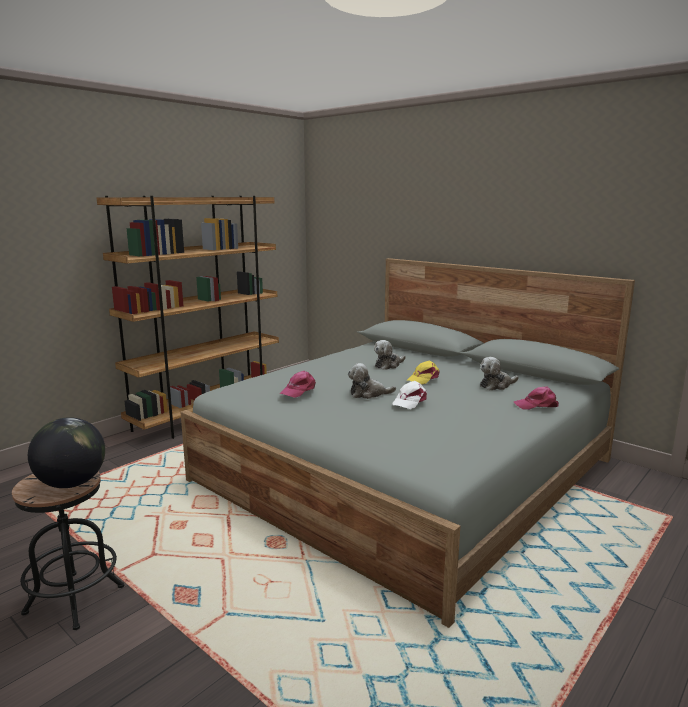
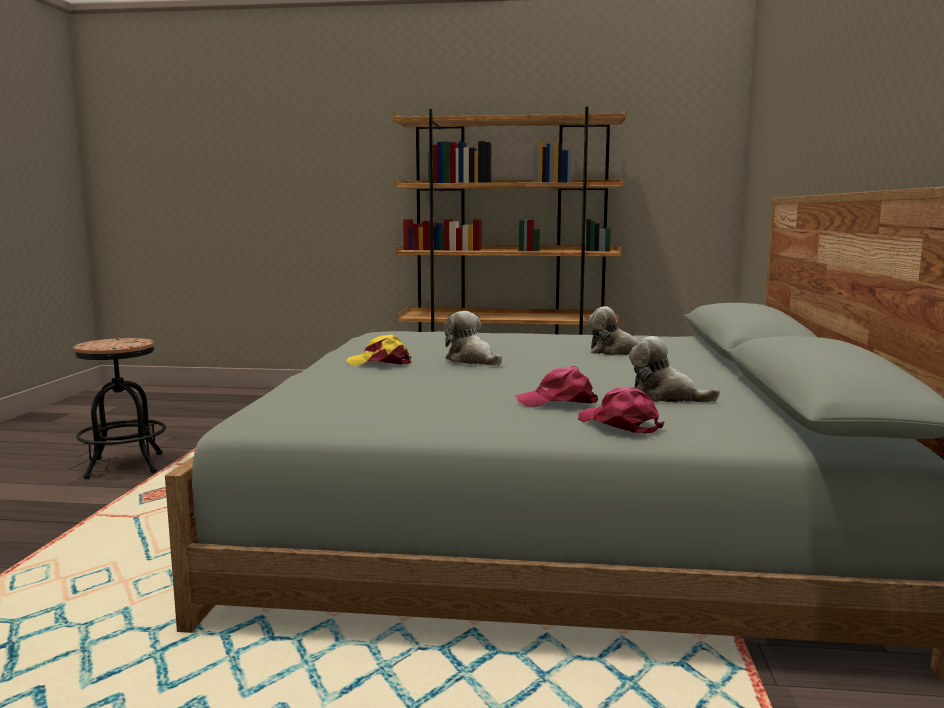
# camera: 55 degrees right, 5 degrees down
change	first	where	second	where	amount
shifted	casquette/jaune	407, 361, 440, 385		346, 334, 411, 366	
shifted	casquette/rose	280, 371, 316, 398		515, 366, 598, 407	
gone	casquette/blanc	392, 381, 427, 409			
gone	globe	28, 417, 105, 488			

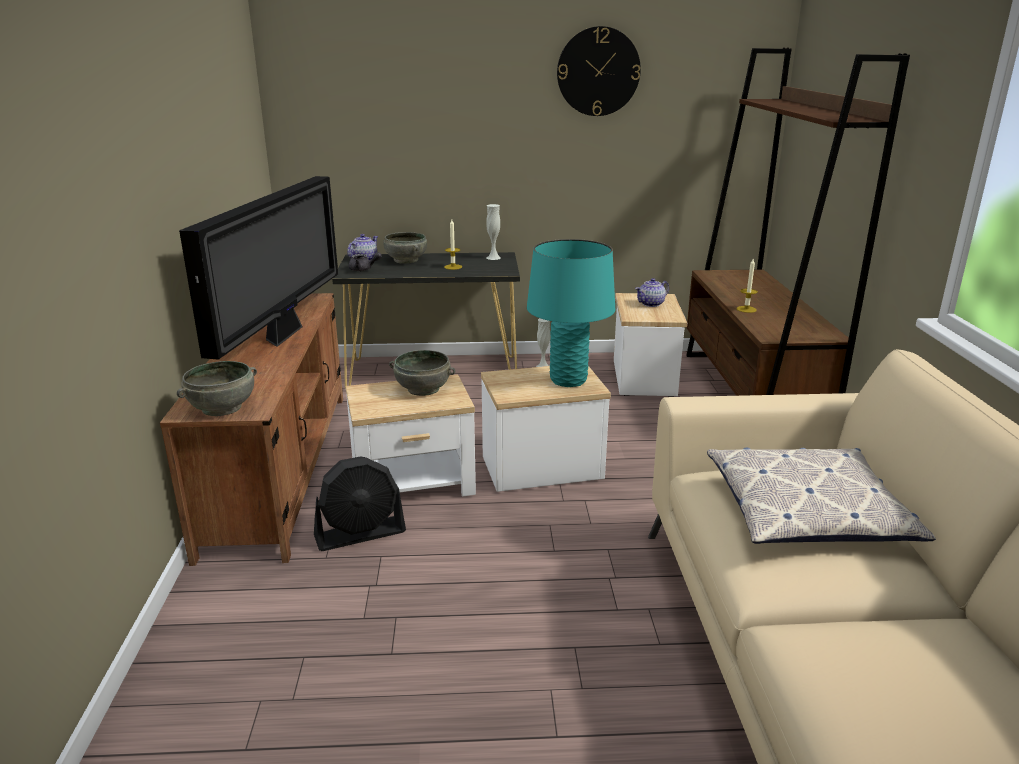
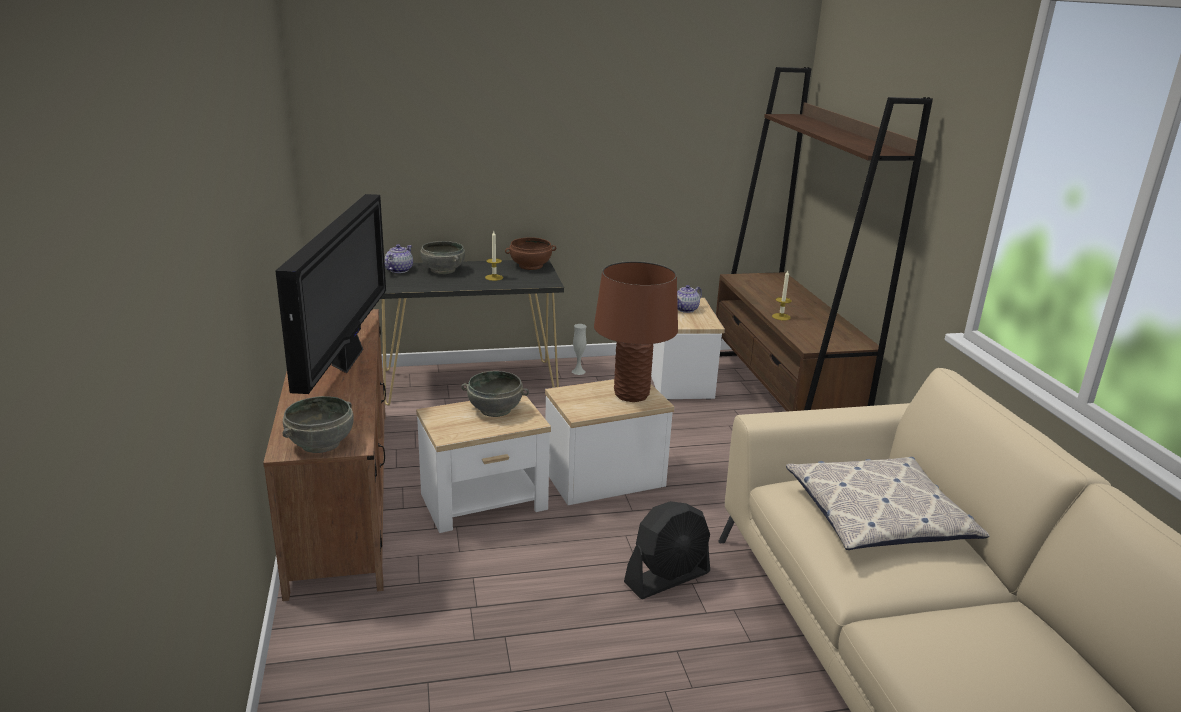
# camera: 10 degrees left, 0 degrees up
change	first	where	second	where	amount
gone	horloge murale	557, 26, 641, 116			
swapped	vase/blanc	486, 204, 501, 260	bol/marron	505, 237, 556, 270	
repainted	lampe de table/turquoise	527, 239, 615, 387	lampe de table/marron	594, 261, 678, 402	
gone	théière/gris	348, 252, 382, 271			
shifted	ventilateur/noir	314, 456, 406, 551		624, 501, 710, 599	

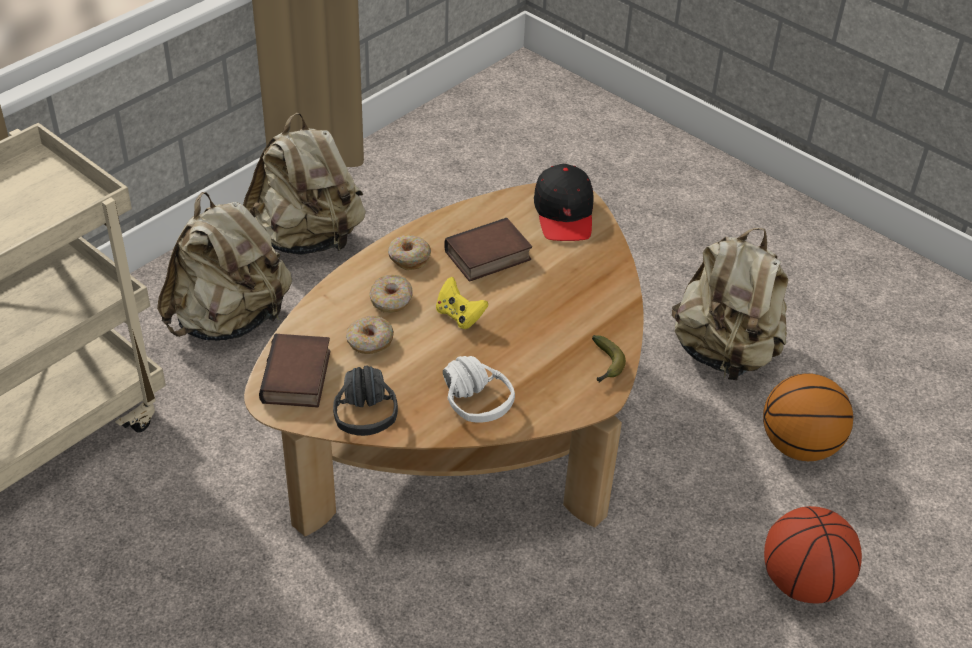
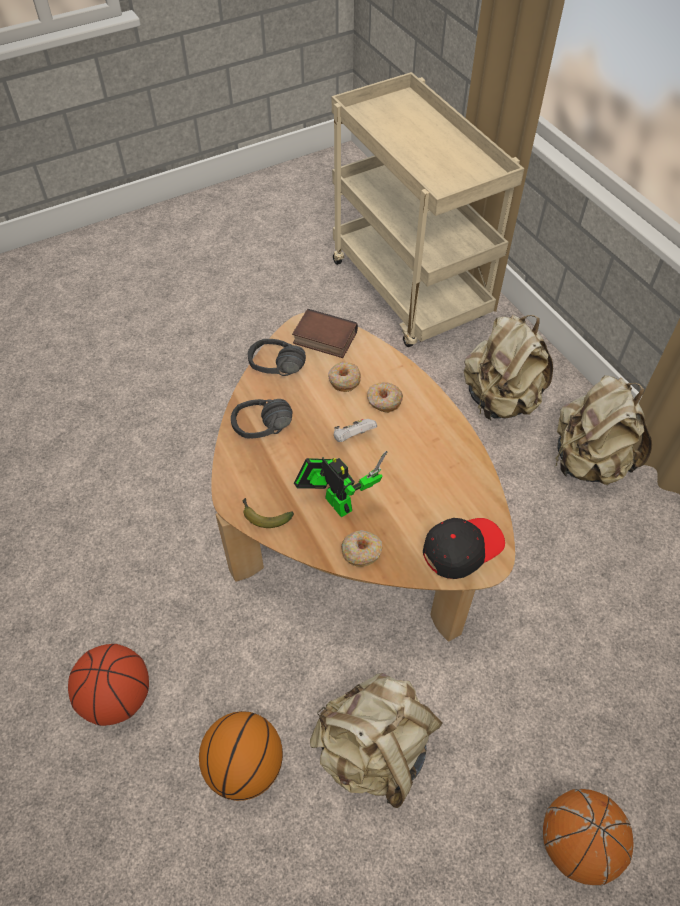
# camera: 110 degrees right, 10 degrees up
change	first	where	second	where	amount
rotated	casquette/noir	534, 164, 594, 241		423, 518, 505, 579	135 degrees clockwise
gone	livre	444, 218, 532, 282			
shifted	beignet	388, 235, 431, 270		341, 530, 382, 567	
repainted	manette/jaune	436, 277, 488, 329	manette/blanc	334, 419, 377, 442	
repainted	casque audio/blanc	443, 356, 515, 423	casque audio/noir	231, 399, 293, 438	
new			robot jouet	294, 451, 388, 517	
new			ballon de basket	543, 789, 634, 885	

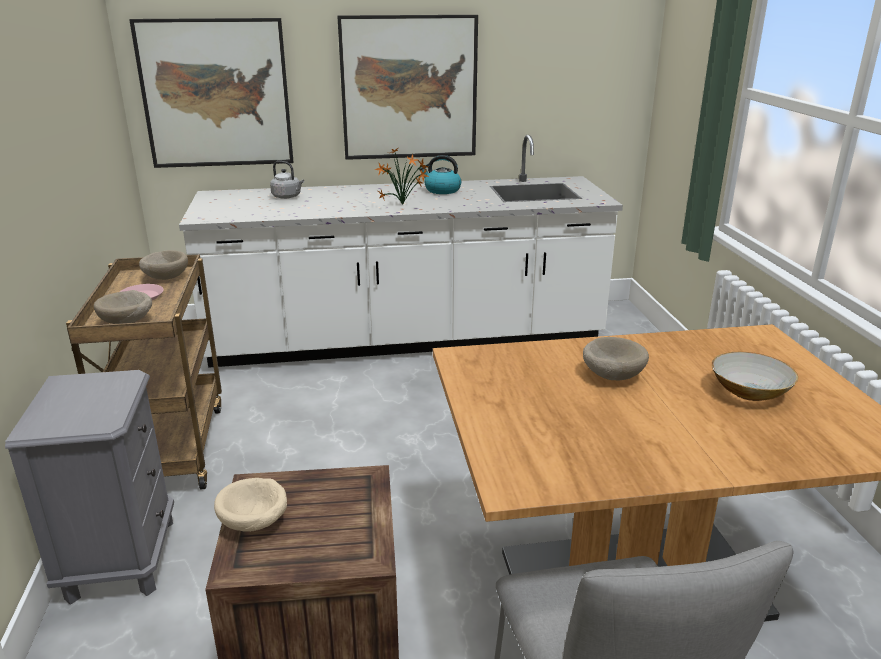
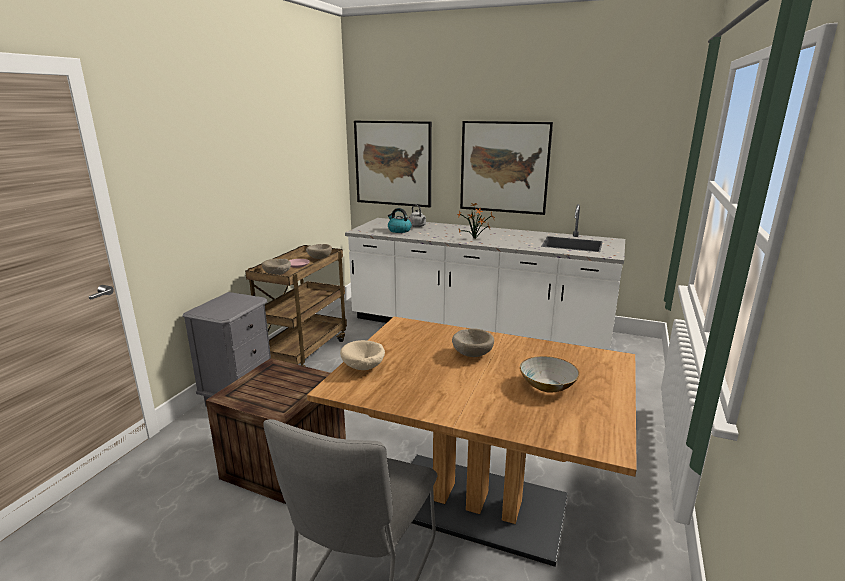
# camera: 30 degrees right, 5 degrees down
change	first	where	second	where	amount
shifted	bouilloire	419, 155, 461, 194		388, 208, 412, 233	
shifted	bol/beige	214, 478, 287, 532		340, 340, 385, 370	

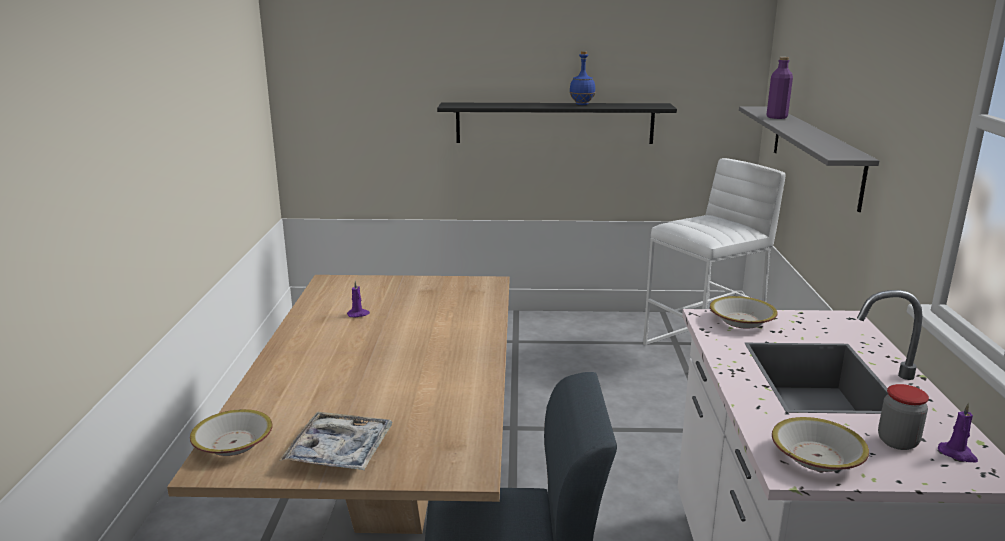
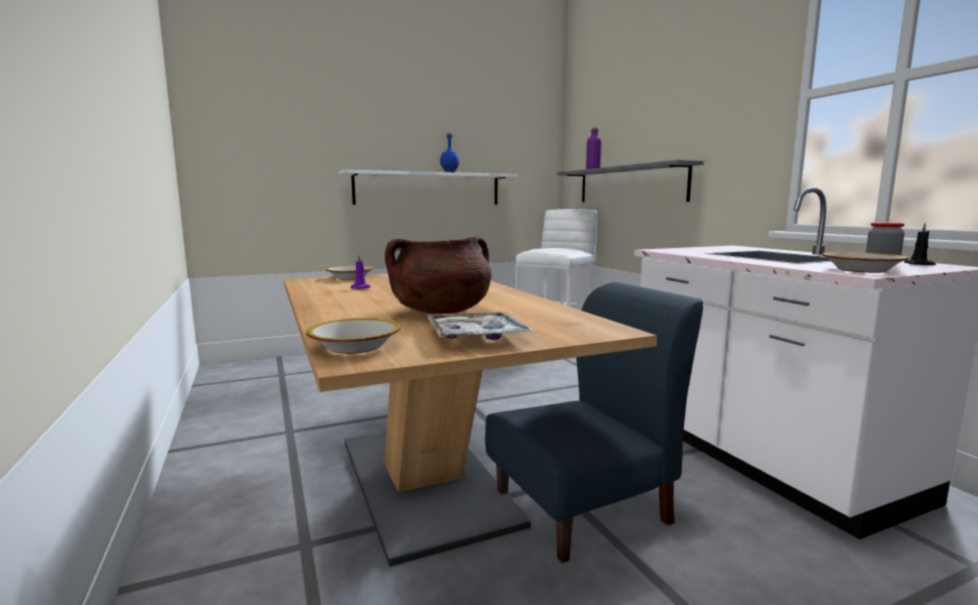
# camera: 25 degrees left, 10 degrees down
change	first	where	second	where	amount
repainted	étagère/noir	437, 103, 677, 144	étagère/blanc	339, 170, 518, 205	
shifted	bol	710, 296, 777, 329		326, 265, 374, 280	
repainted	bougie/violet	938, 403, 978, 462	bougie/noir	904, 223, 936, 265	
new			marmite/marron	385, 236, 492, 314	

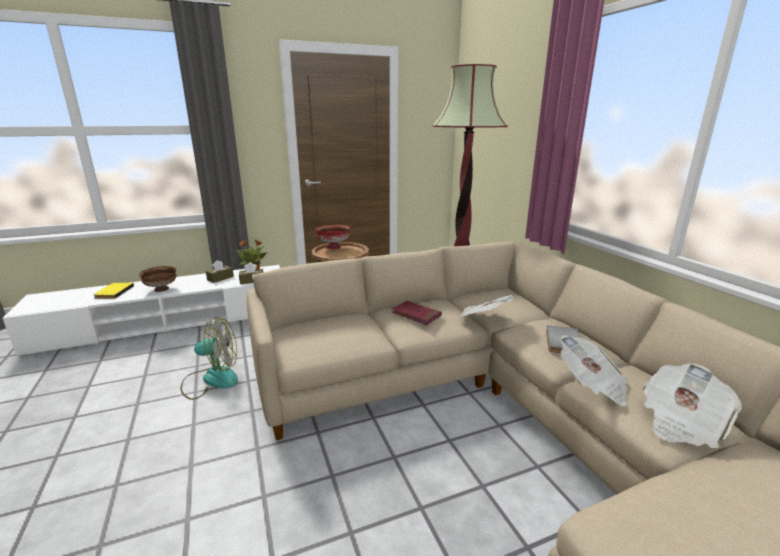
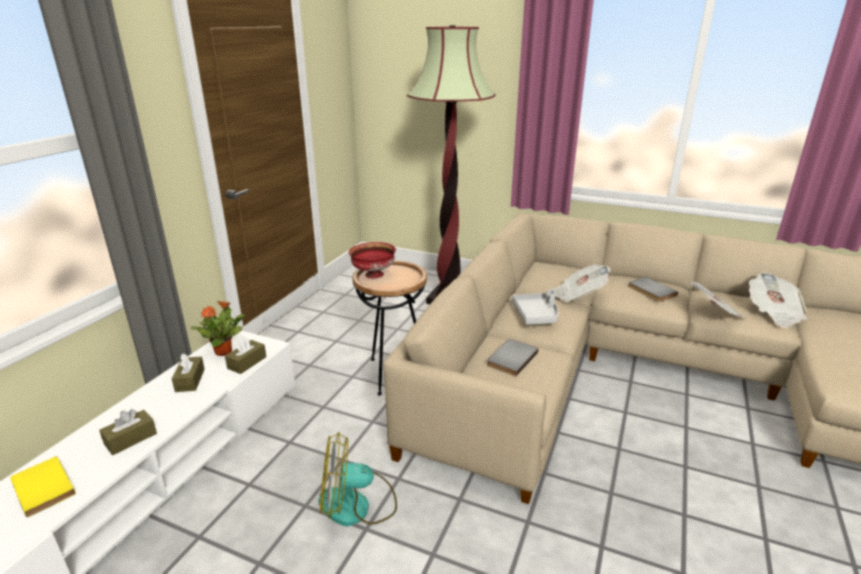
# camera: 45 degrees left, 5 degrees up
change	first	where	second	where	amount
swapped	bol/marron	139, 266, 177, 292	boîte à mouchoirs/marron	99, 409, 157, 455	
swapped	livre/rouge	392, 301, 442, 325	plateau/gris	512, 289, 559, 325	
rotated	ventilateur	181, 317, 238, 400		319, 432, 397, 527	135 degrees counterclockwise
new			livre/gris	487, 339, 538, 376	

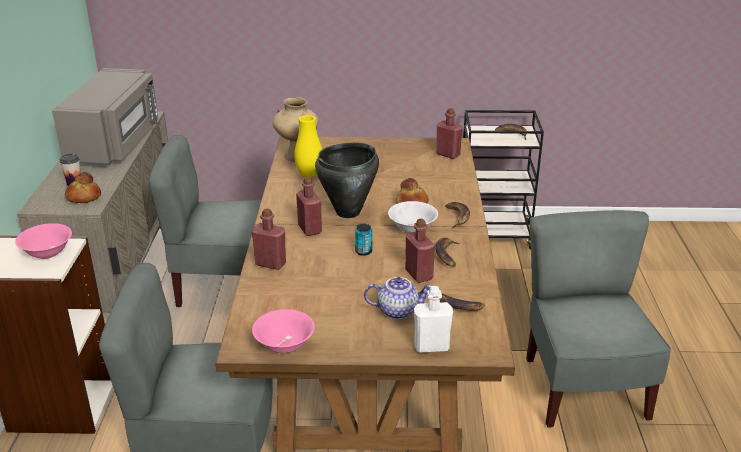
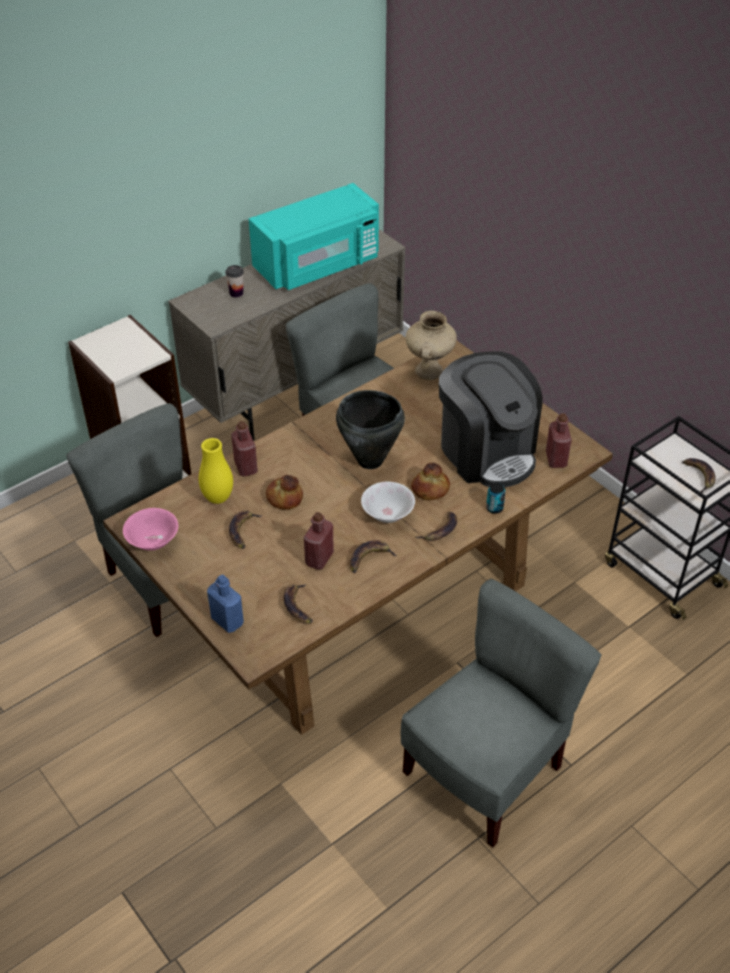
# camera: 50 degrees right, 15 degrees up
change	first	where	second	where	amount
repainted	micro-ondes/gris	52, 68, 158, 165	micro-ondes/turquoise	249, 183, 379, 290	
shifted	vase/jaune	294, 115, 322, 178		199, 438, 233, 504	
shifted	pain	65, 172, 101, 203		266, 475, 303, 510	
gone	bouteille/rouge	296, 177, 322, 236			
gone	bol/rose	15, 223, 72, 259			
shifted	boîte métallique	355, 223, 372, 256		486, 483, 506, 514	
gone	théière	364, 277, 432, 319			
repainted	bouteille/blanc	414, 286, 453, 353	bouteille/bleu	207, 574, 244, 633	
new			machine à café	439, 351, 542, 487	
new			banane	229, 510, 261, 549	

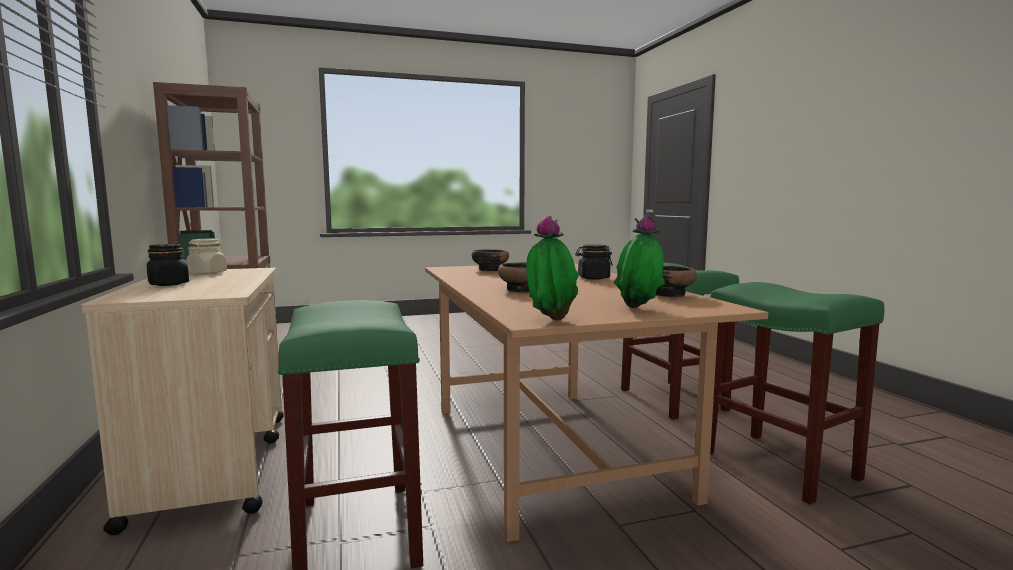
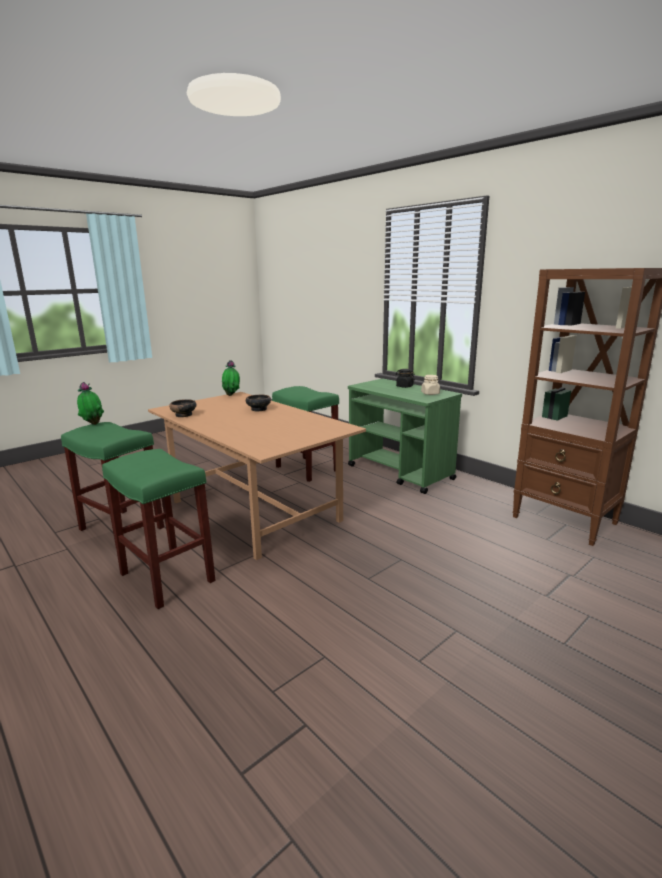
# camera: 155 degrees right, 10 degrees up
change	first	where	second	where	amount
shifted	plante en pot	614, 214, 665, 308		77, 382, 104, 425	
gone	bocal/noir	575, 244, 613, 280			
gone	bol	472, 249, 509, 271			
repainted	chariot/beige	81, 268, 284, 535	chariot/vert	348, 379, 462, 494	

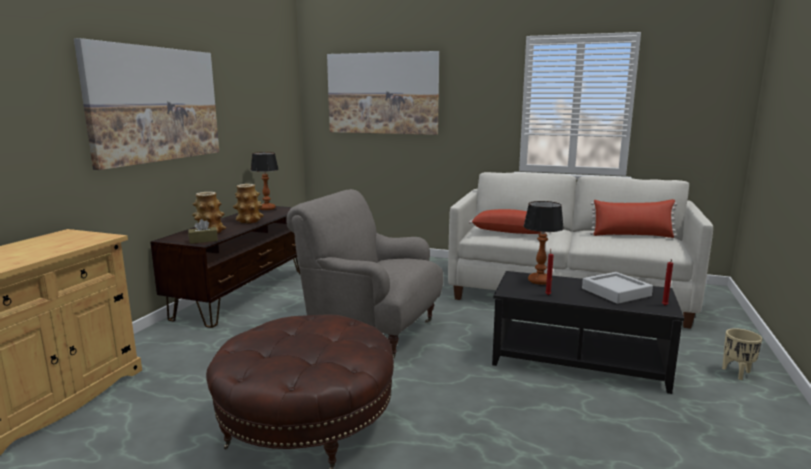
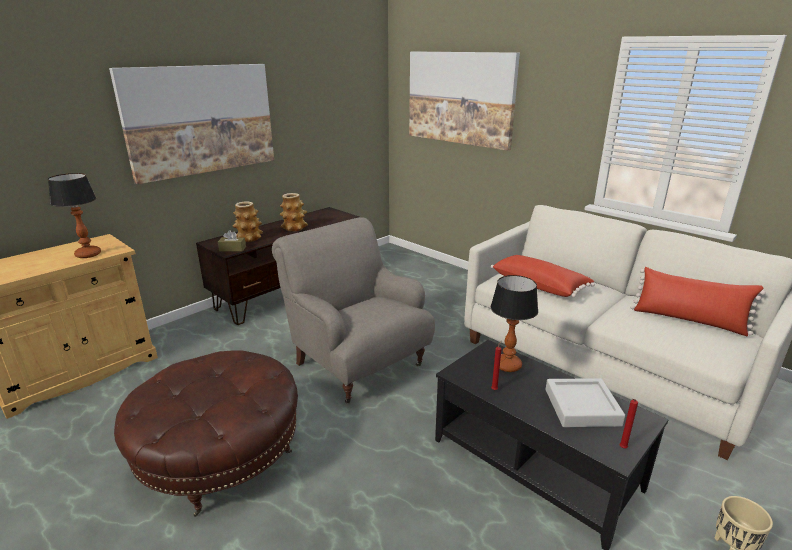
# camera: 25 degrees right, 10 degrees up
change	first	where	second	where	amount
shifted	lampe de table	250, 152, 279, 210		48, 173, 101, 258	

